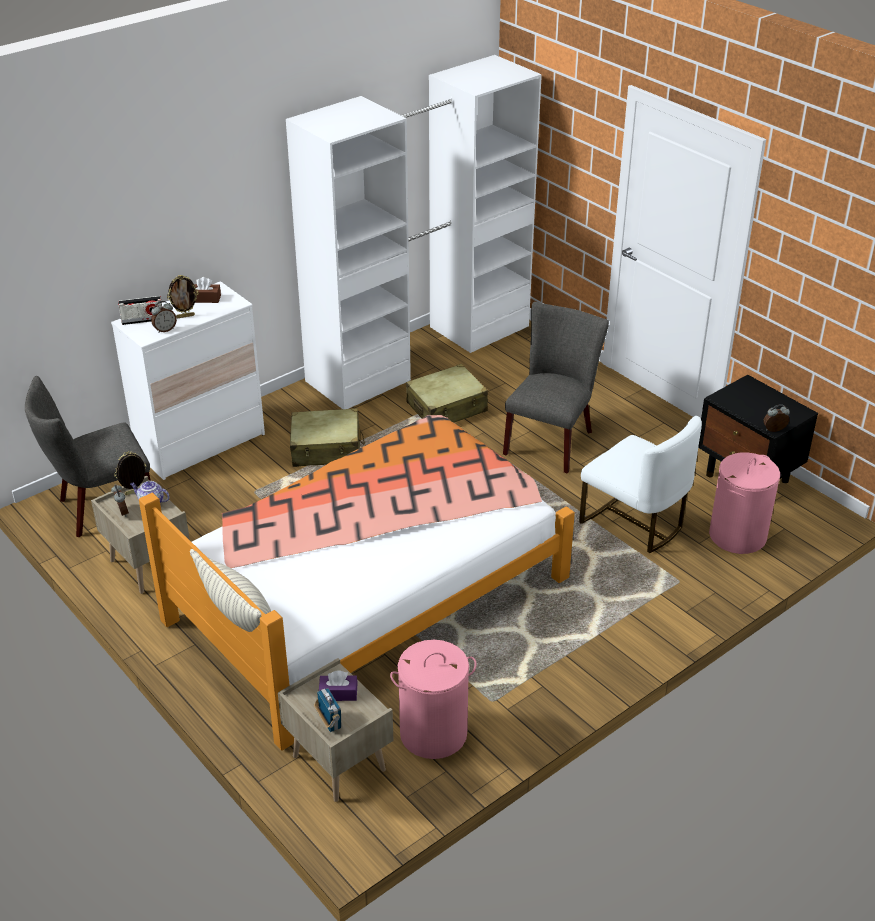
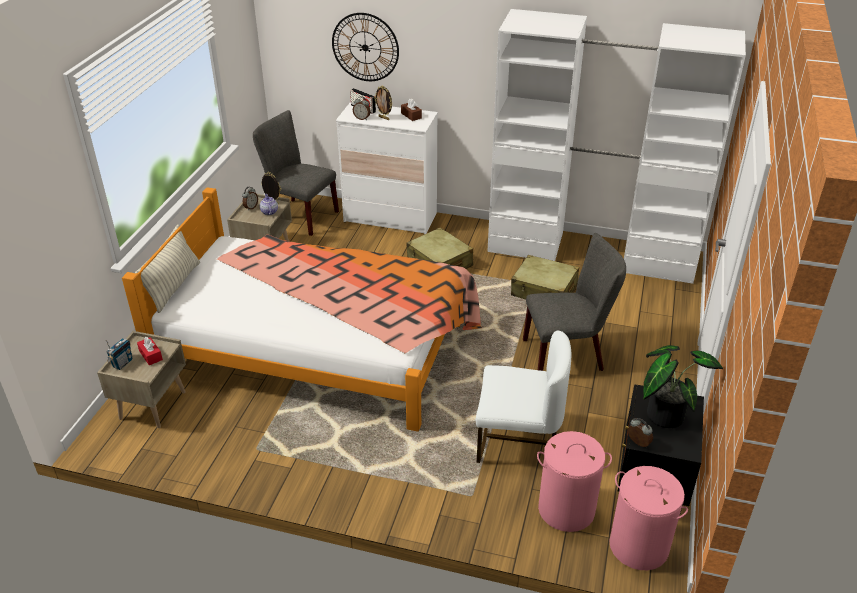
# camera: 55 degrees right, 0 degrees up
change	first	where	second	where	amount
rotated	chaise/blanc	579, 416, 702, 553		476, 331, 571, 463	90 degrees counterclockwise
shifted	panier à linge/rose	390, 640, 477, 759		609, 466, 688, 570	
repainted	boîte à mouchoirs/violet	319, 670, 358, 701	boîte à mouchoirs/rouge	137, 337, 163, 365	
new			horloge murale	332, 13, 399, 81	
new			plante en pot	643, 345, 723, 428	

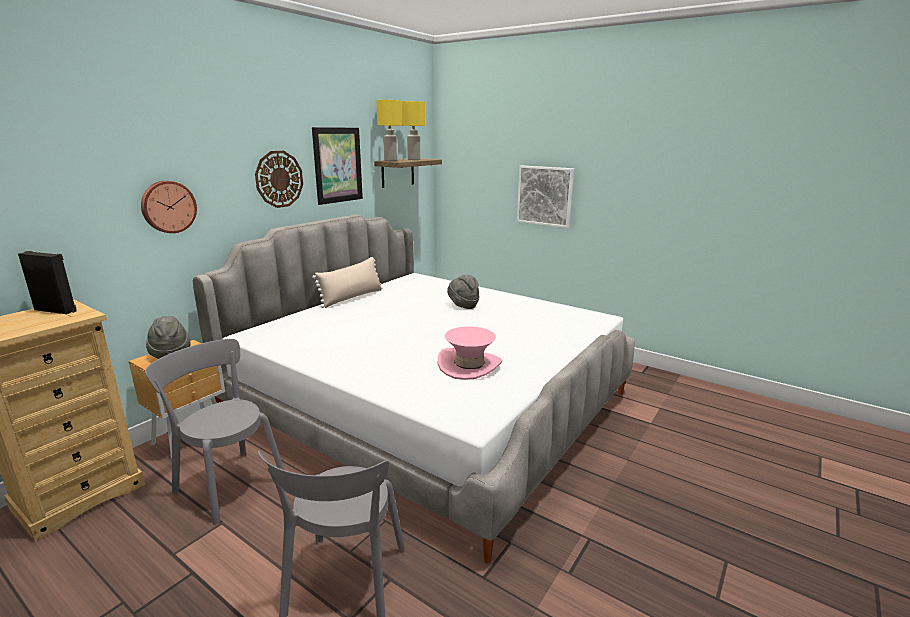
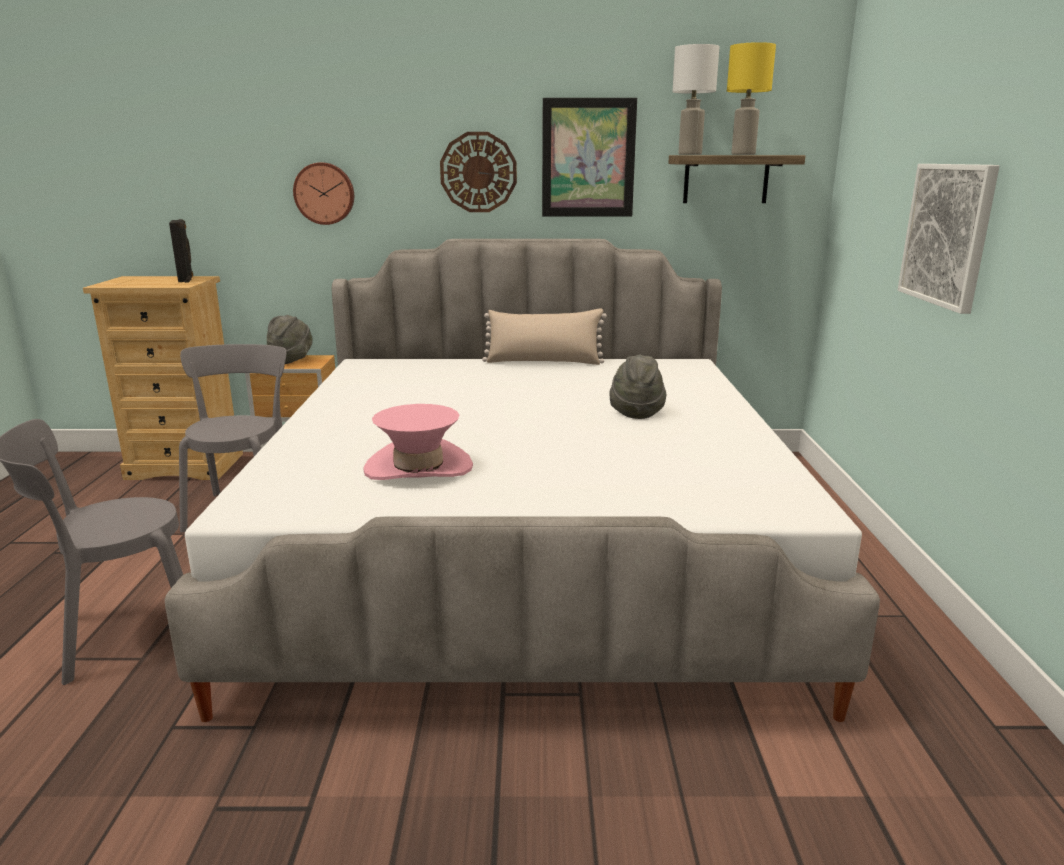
# camera: 55 degrees right, 0 degrees up
change	first	where	second	where	amount
repainted	lampe de table/jaune	376, 100, 402, 161	lampe de table/blanc	673, 44, 719, 155	

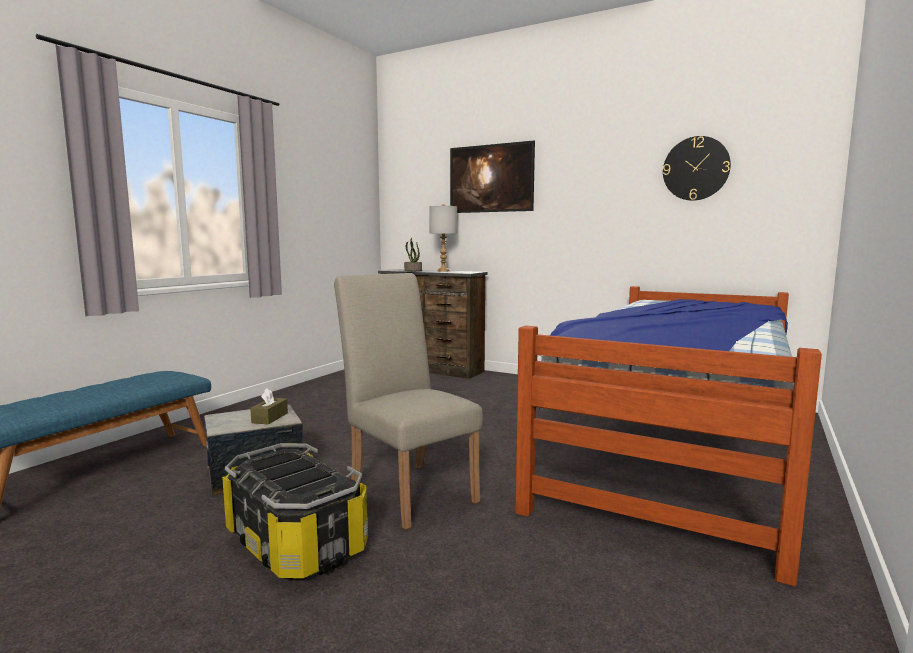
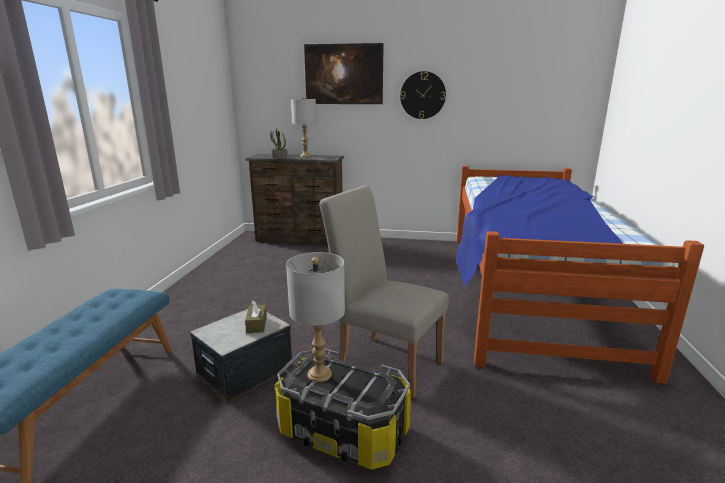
# camera: 20 degrees left, 10 degrees up
change	first	where	second	where	amount
shifted	horloge murale	663, 136, 731, 201		400, 71, 446, 119	
new			lampe de table/gris	286, 252, 345, 382	

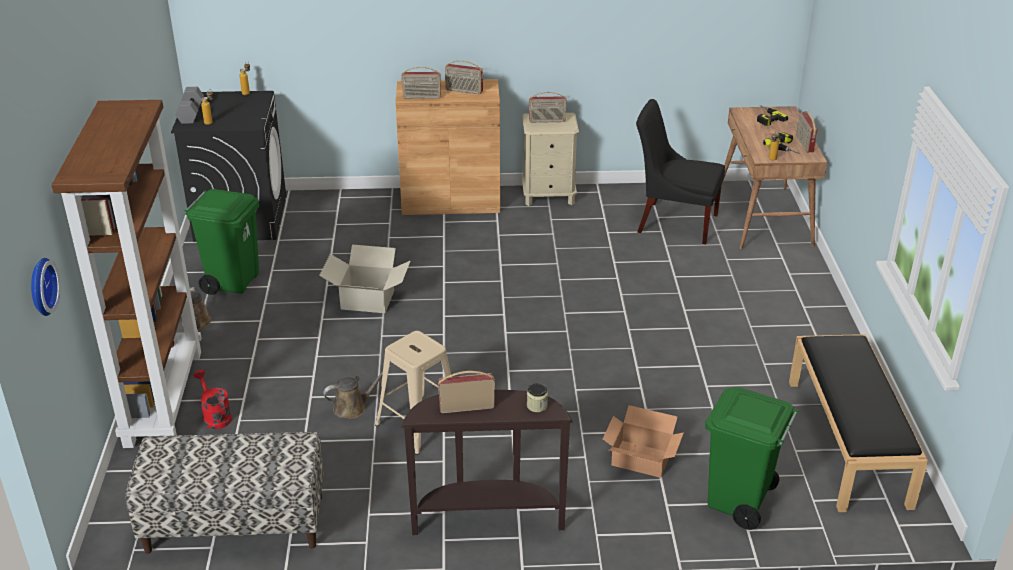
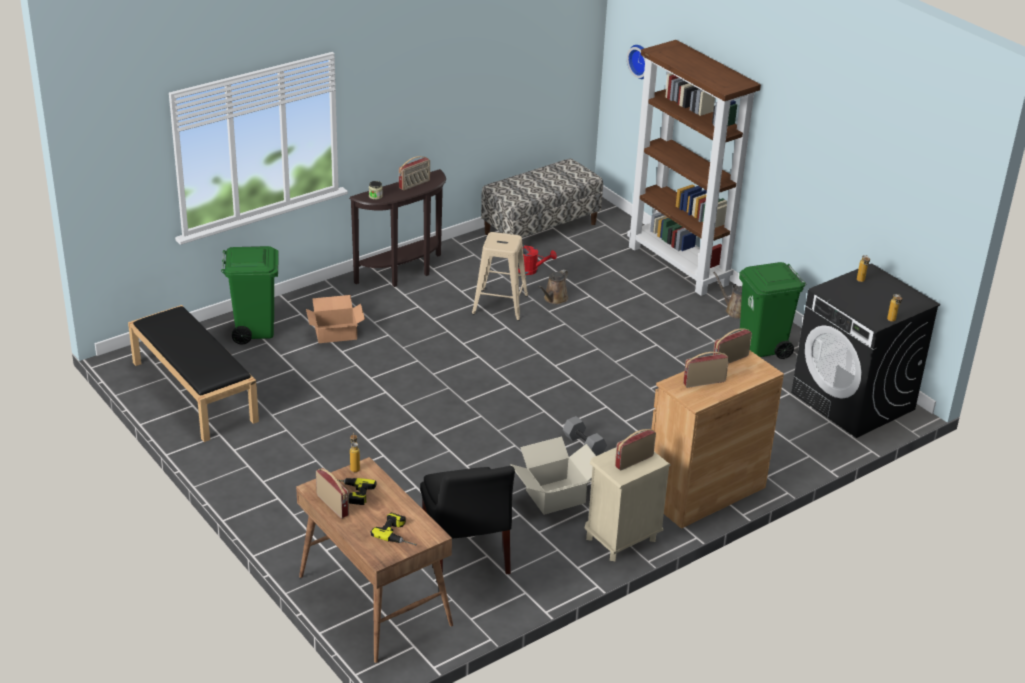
# camera: 145 degrees right, 0 degrees up
change	first	where	second	where	amount
shifted	haltère/gris	175, 87, 204, 124		563, 416, 607, 456	
rotated	chaise/noir	636, 99, 725, 244		420, 466, 515, 574	90 degrees clockwise
shifted	carton	319, 245, 410, 313		510, 436, 596, 515	
shifted	arrosoir/rouge	193, 370, 232, 429		518, 244, 557, 275	

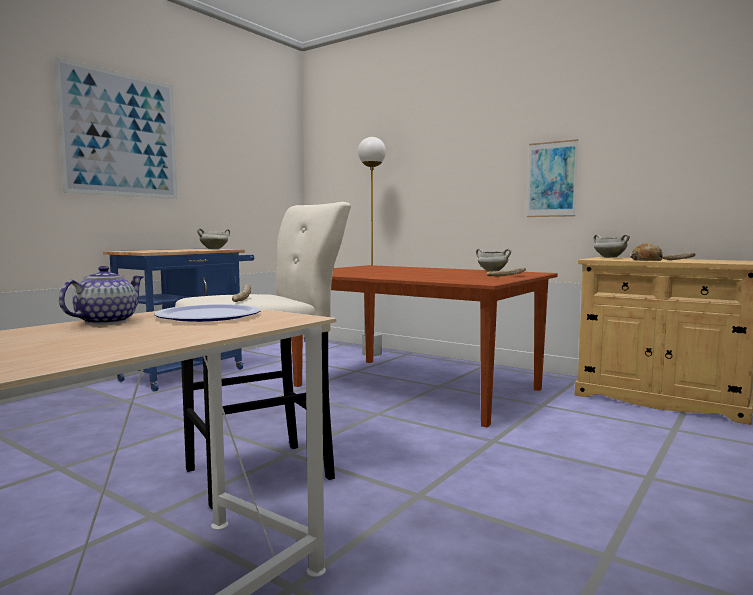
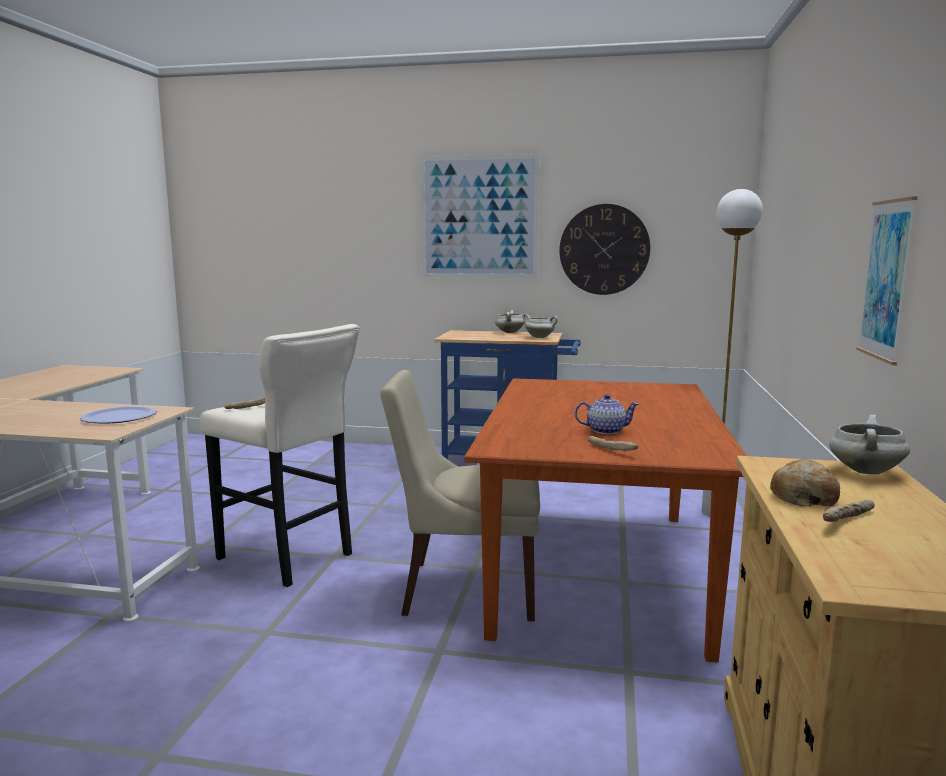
# camera: 65 degrees right, 5 degrees up
change	first	where	second	where	amount
shifted	marmite/blanc	476, 249, 511, 272		495, 310, 525, 333	
shifted	théière	59, 266, 144, 325		575, 394, 639, 434	
new			horloge murale	559, 204, 650, 295	
new			chaise/beige	380, 370, 540, 621	

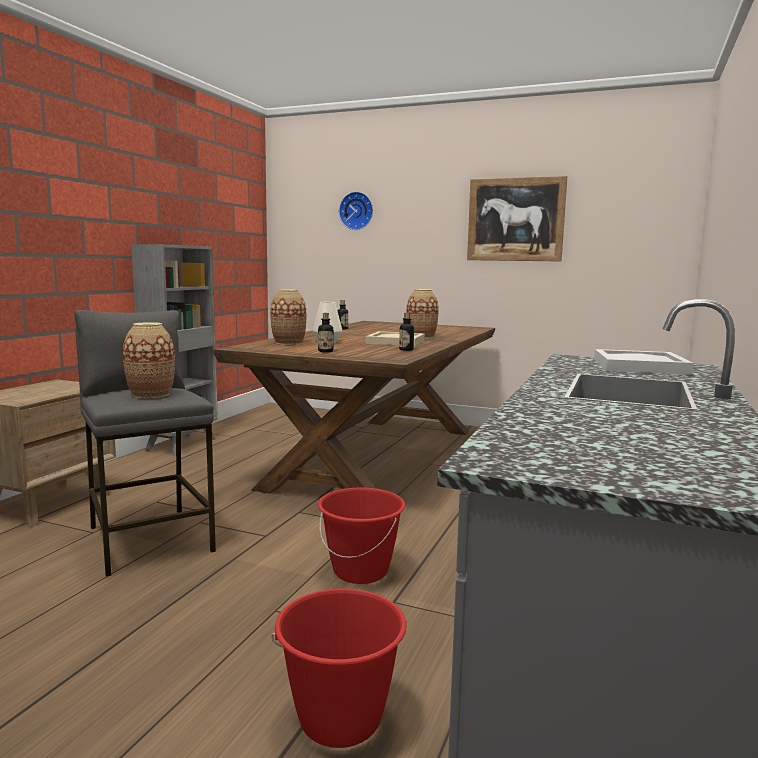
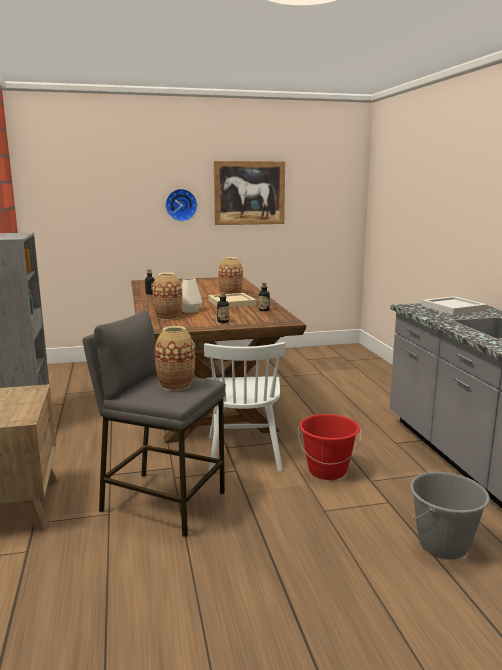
# camera: 35 degrees left, 5 degrees up
change	first	where	second	where	amount
shifted	horloge murale	339, 191, 373, 230		165, 189, 197, 222	
repainted	seau/rouge	272, 589, 407, 748	seau/gris	410, 472, 490, 560	
new			chaise/blanc	204, 342, 285, 472	

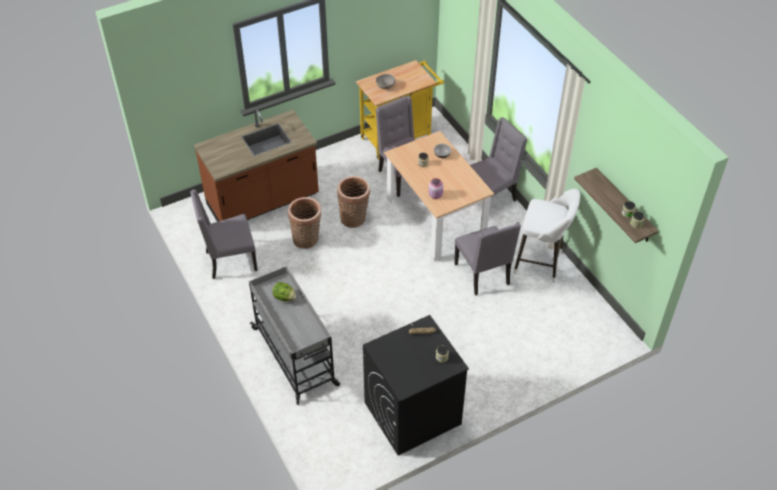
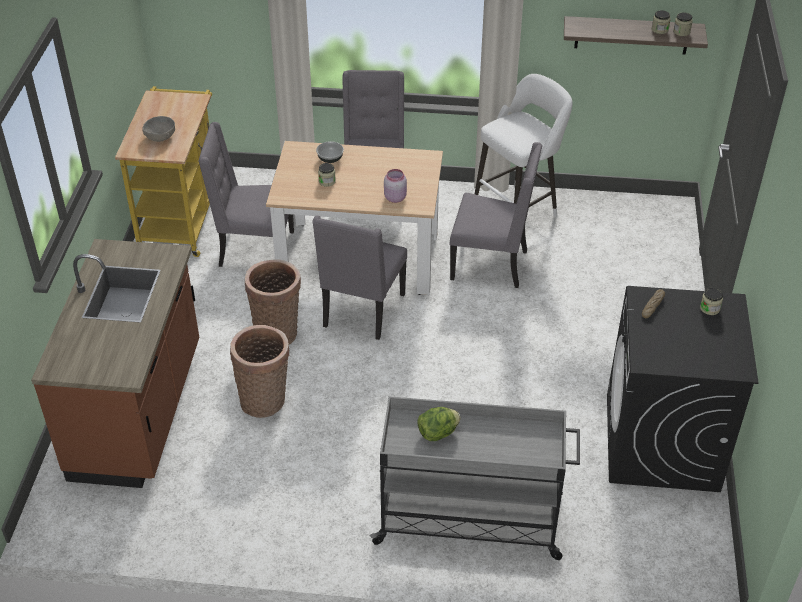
# camera: 55 degrees left, 5 degrees down
change	first	where	second	where	amount
shifted	chaise/gris	190, 190, 257, 279		312, 216, 407, 340	

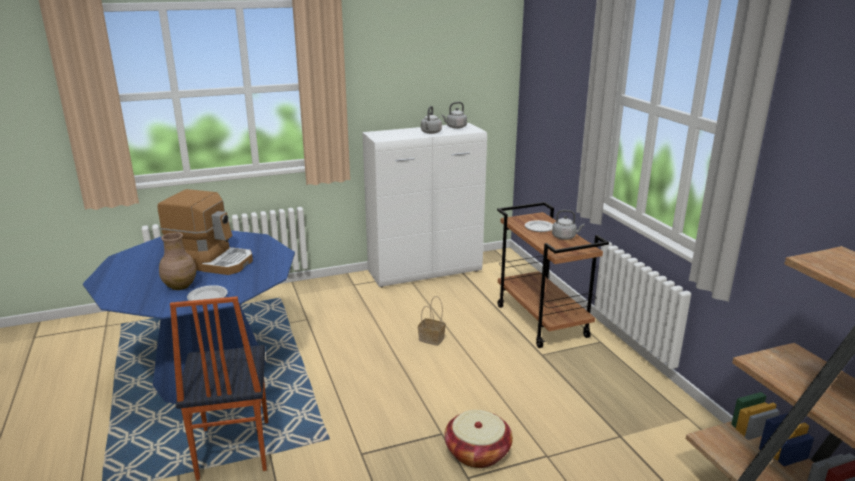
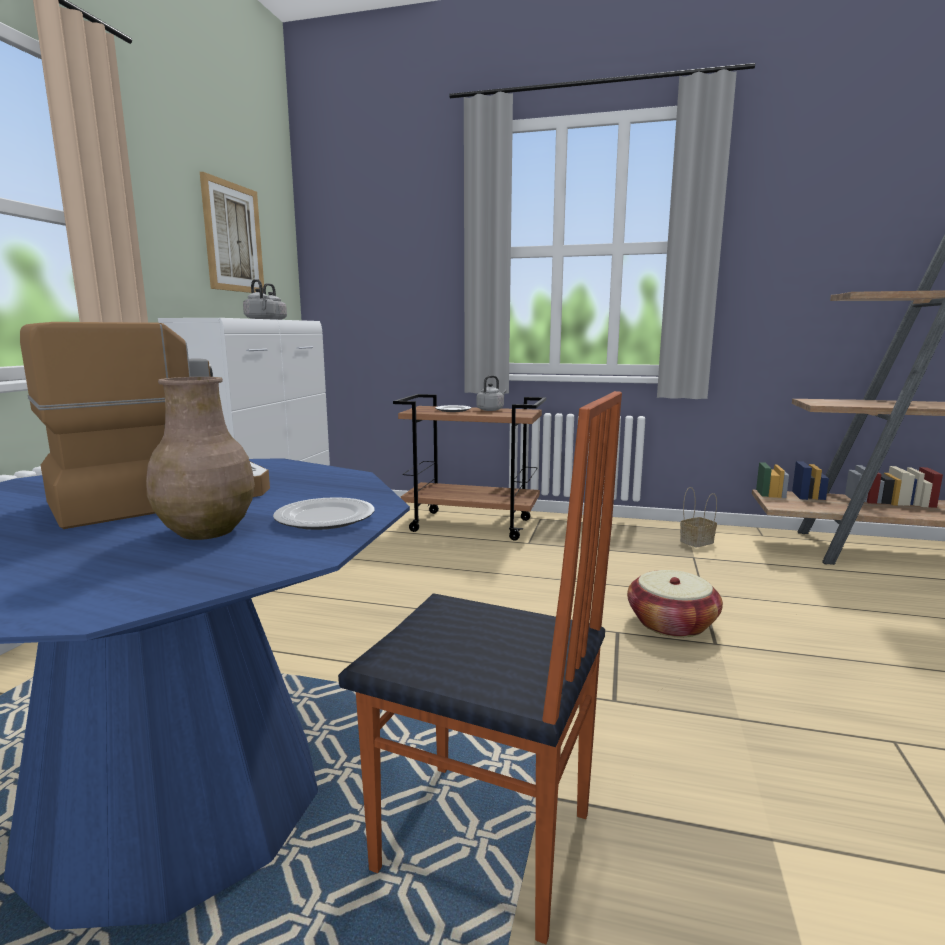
# camera: 55 degrees left, 10 degrees down
change	first	where	second	where	amount
shifted	panier	418, 296, 446, 346		680, 487, 717, 547	
new			tableau	200, 172, 264, 293	

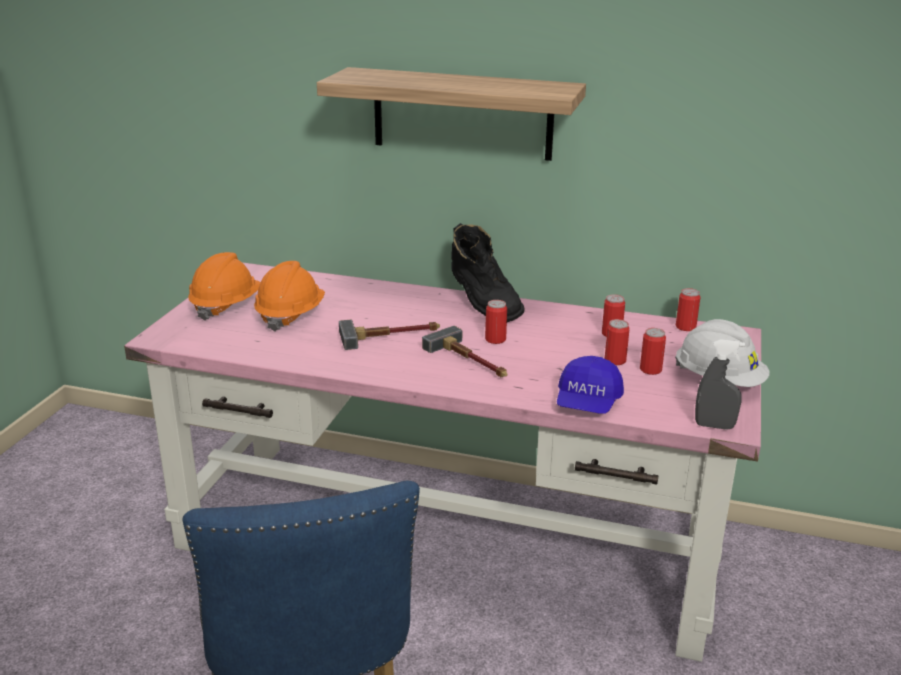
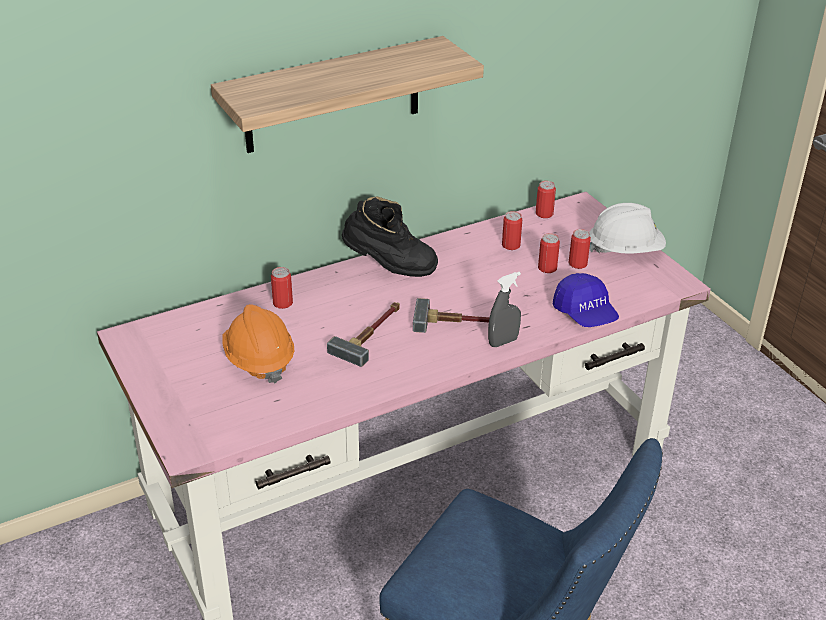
# camera: 45 degrees left, 10 degrees up
change	first	where	second	where	amount
gone	casque de chantier/orange	188, 252, 261, 321			
shifted	boîte métallique	485, 300, 507, 344		271, 267, 293, 309	
shifted	vaporisateur/gris	695, 339, 745, 430		488, 272, 521, 347	

